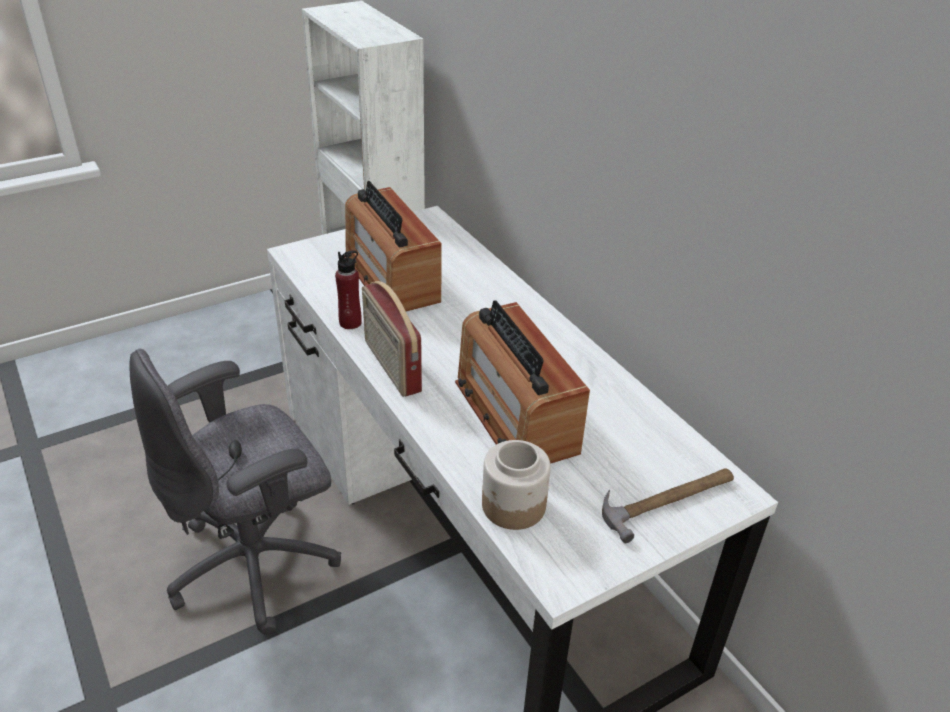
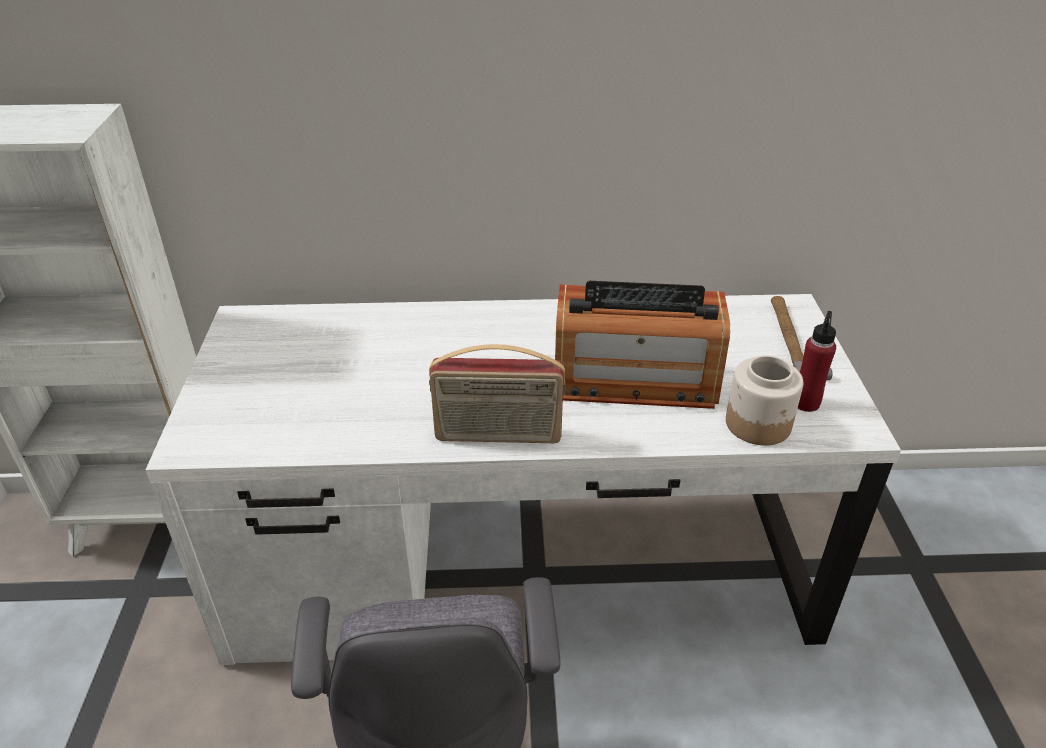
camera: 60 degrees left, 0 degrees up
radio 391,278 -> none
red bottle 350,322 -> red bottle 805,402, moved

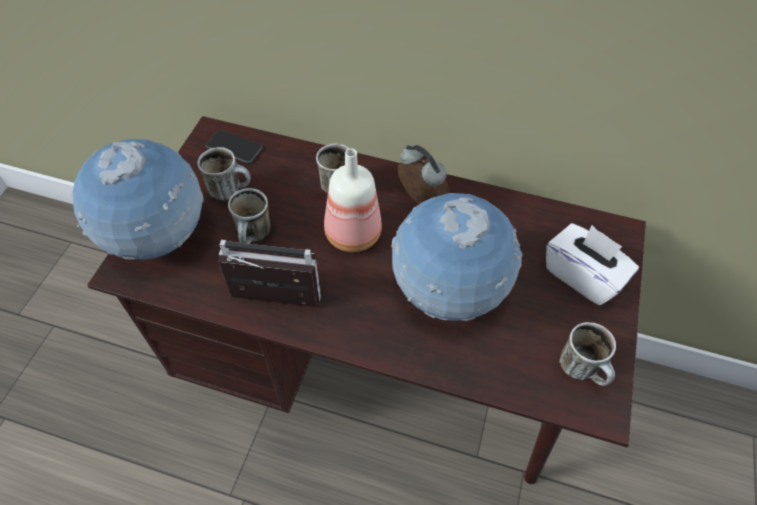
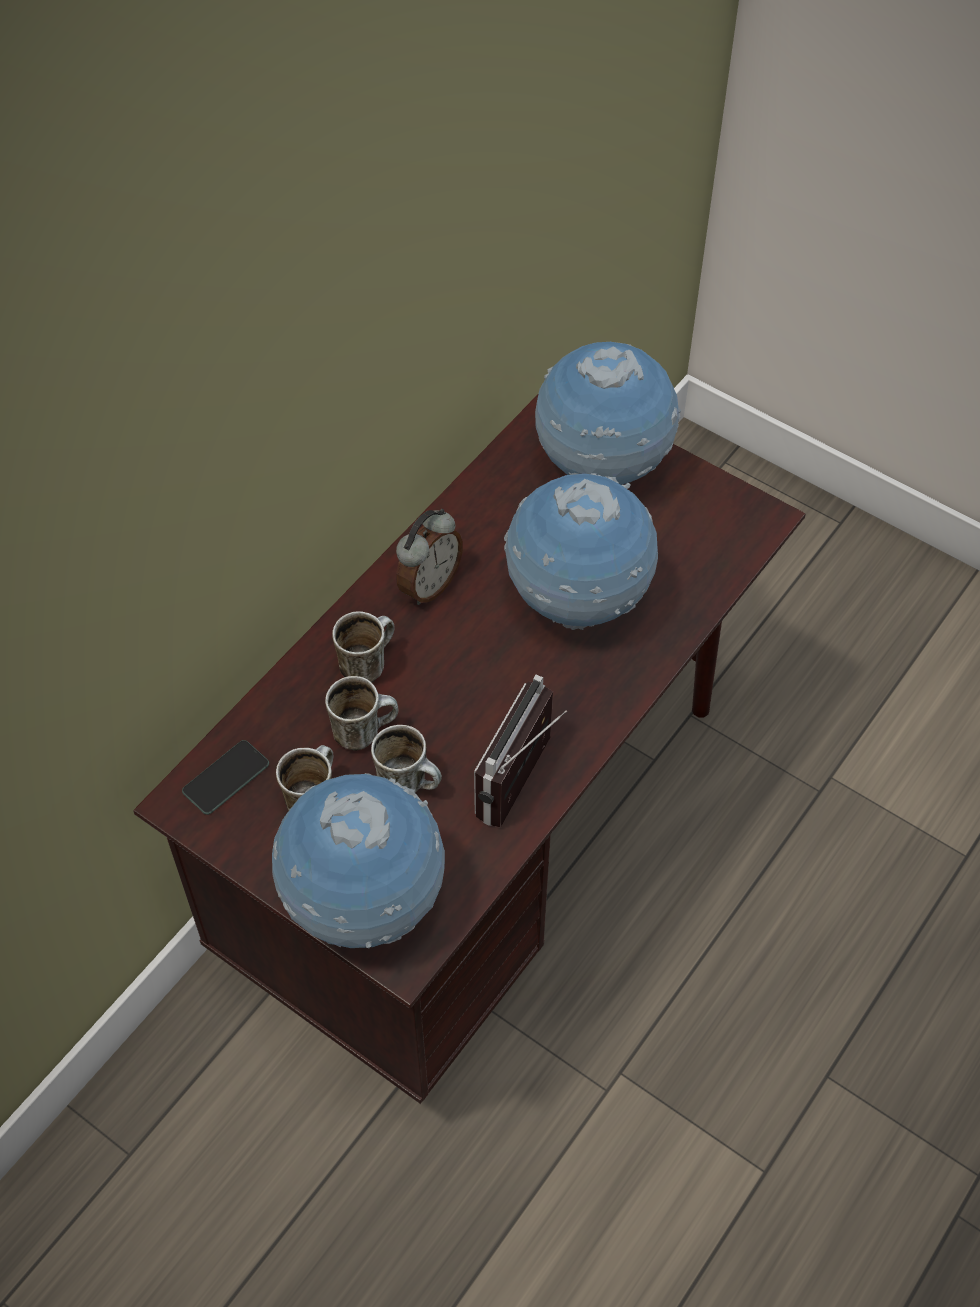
camera: 70 degrees left, 0 degrees up
bottle 352,235 -> none
mug 582,370 -> mug 364,731, moved
white tissue box 582,275 -> globe 602,467
alarm clock 419,201 -> alarm clock 428,585, 150 degrees clockwise

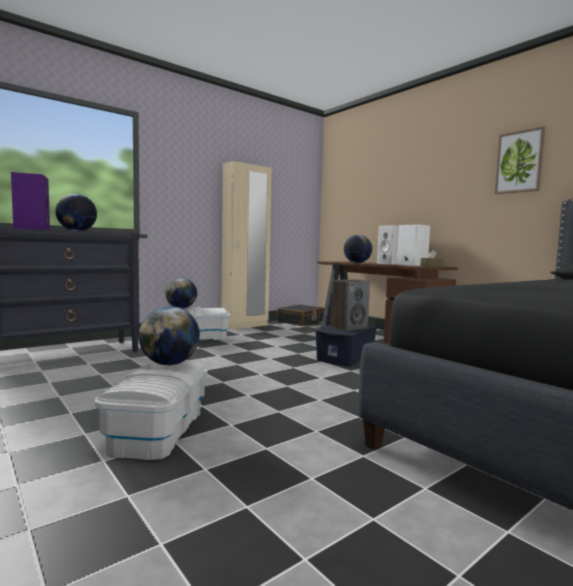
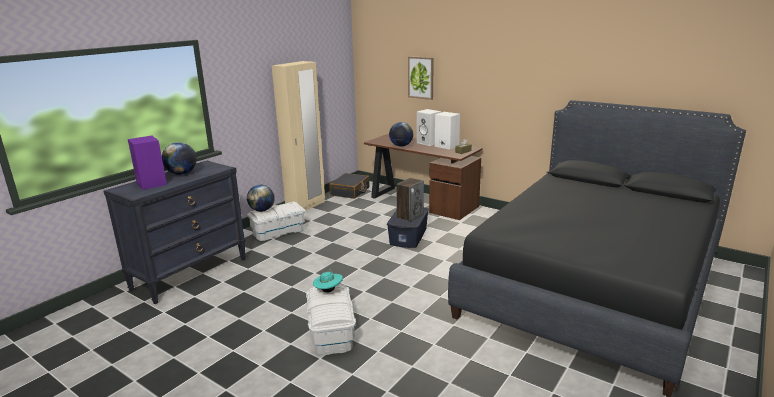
camera: 15 degrees left, 15 degrees up
picture 519,162 -> picture 421,77, moved
globe 170,364 -> turquoise hat 328,290

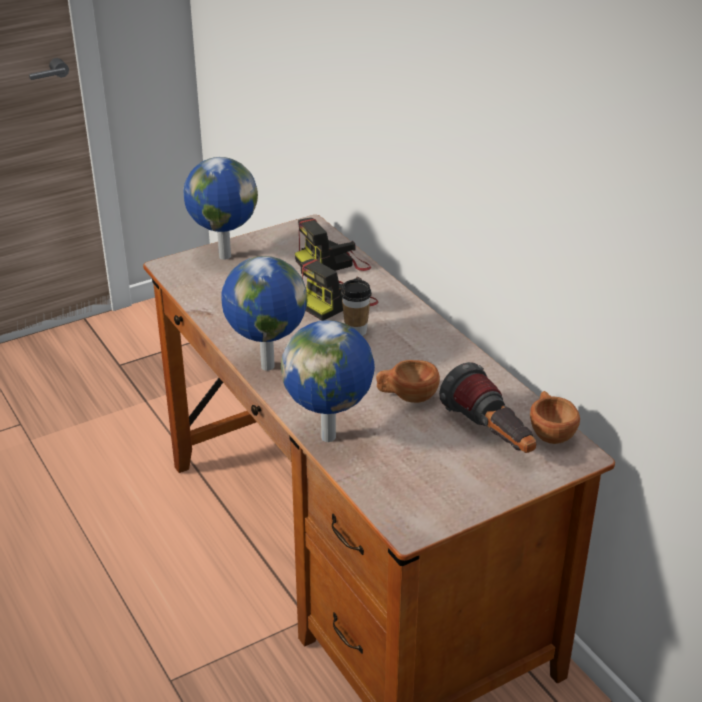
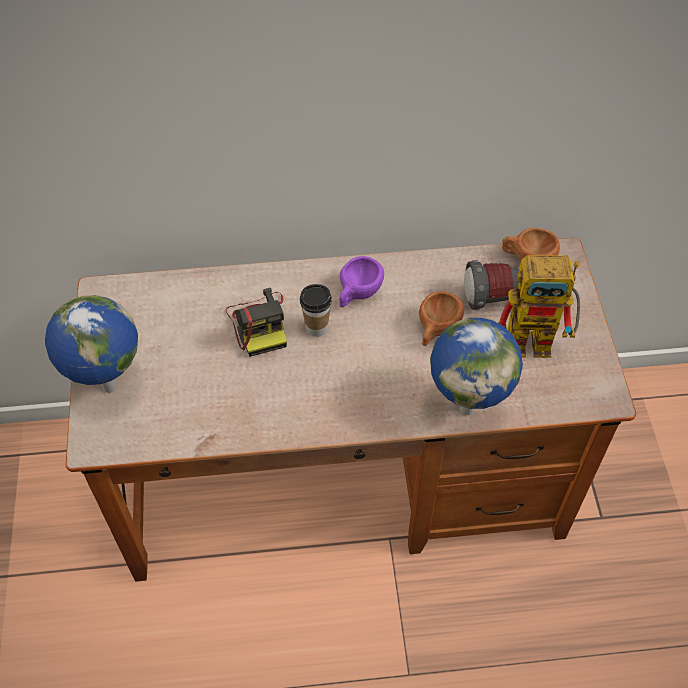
camera: 65 degrees left, 20 degrees up
globe 266,366 -> none
photo camera 332,263 -> none
none -> purple cup 357,294
none -> toy robot 538,340

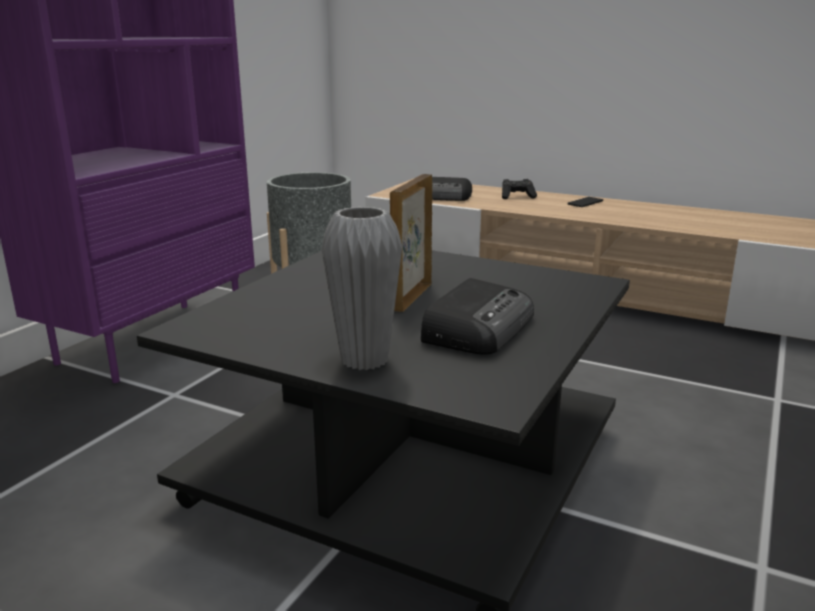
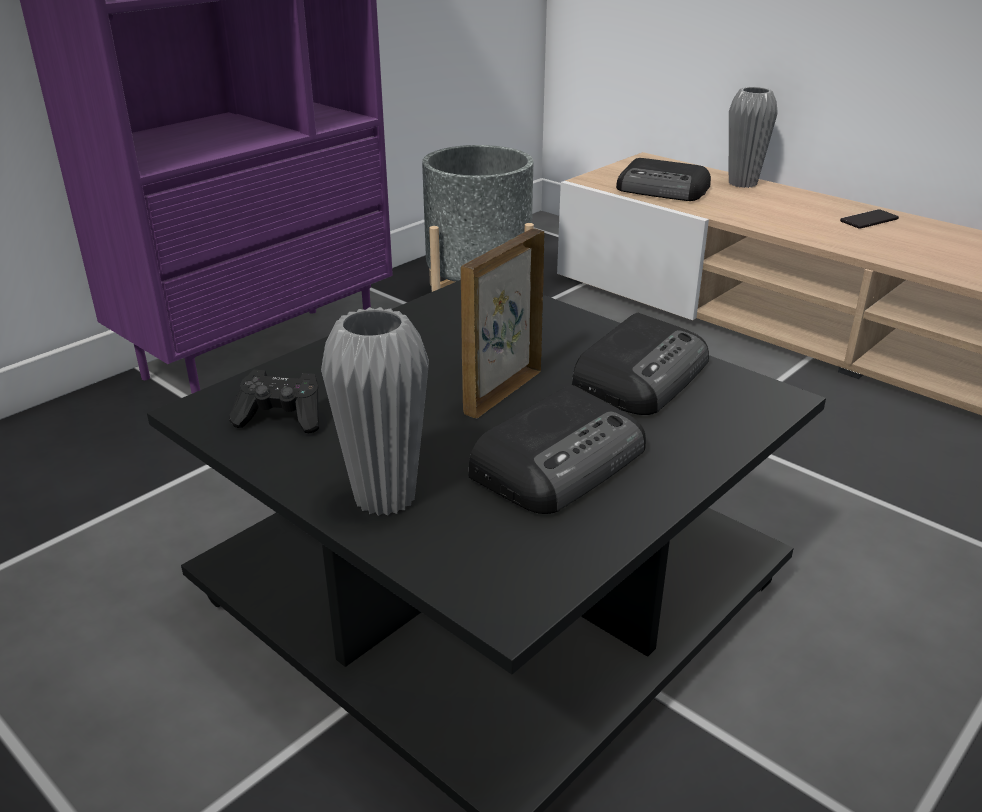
camera: 15 degrees right, 10 degrees up
none -> radio 641,375
none -> grey vase 742,183
black game controller 517,197 -> black game controller 282,418, moved

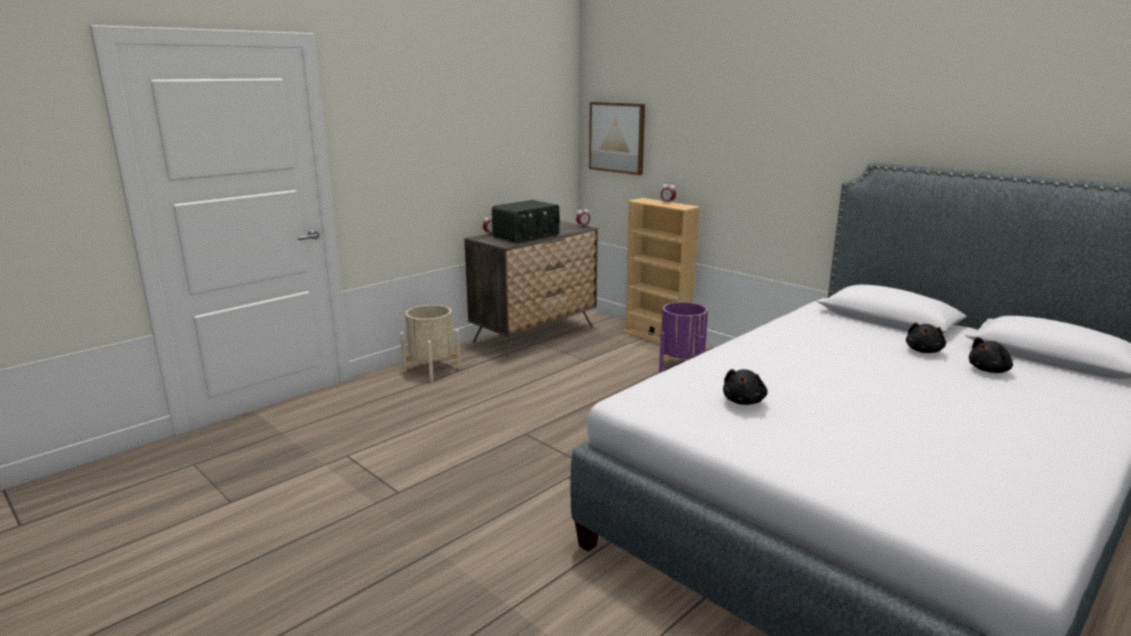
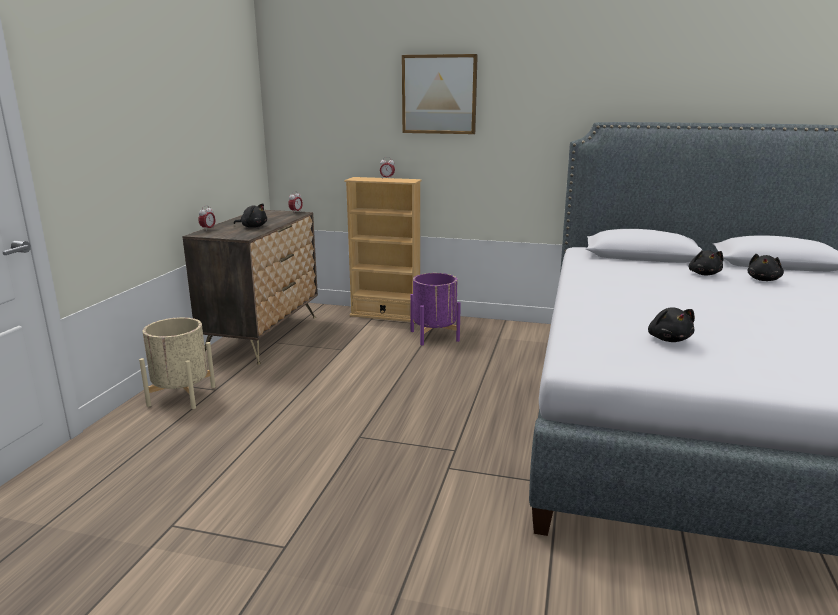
camera: 30 degrees left, 0 degrees up
picture 617,137 -> picture 439,94, moved
radio 526,236 -> black plush toy 253,227

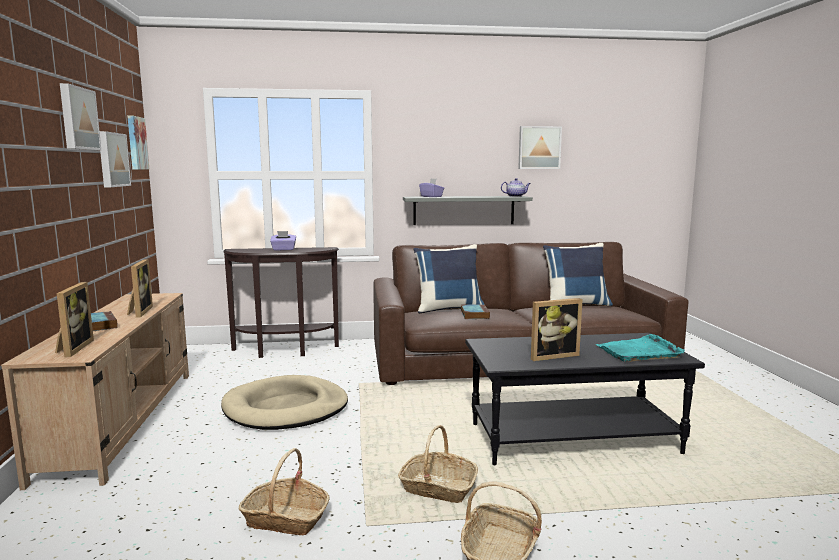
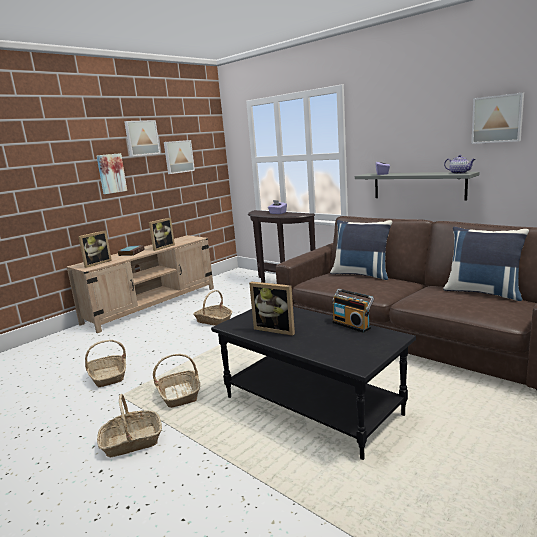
camera: 50 degrees right, 5 degrees up
book 474,314 -> none
turquoise tray 639,352 -> none
none -> radio 352,325
picture 136,143 -> picture 111,173, moved
beige dog bed 286,408 -> basket 214,320

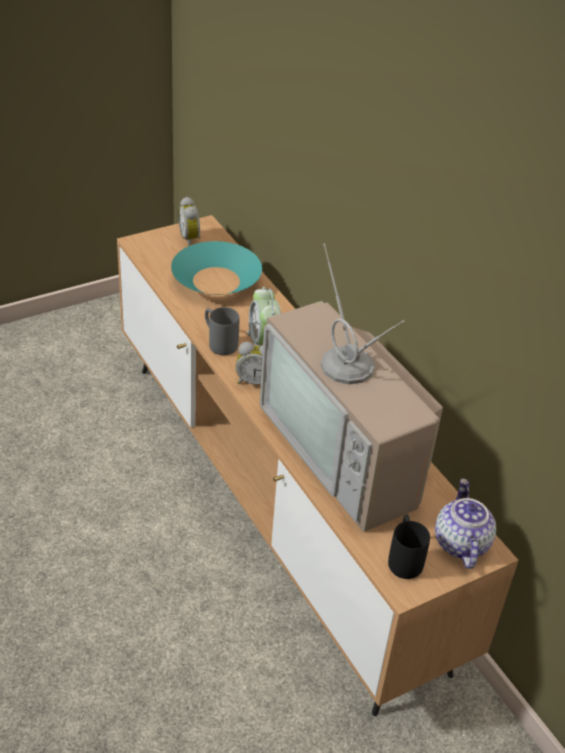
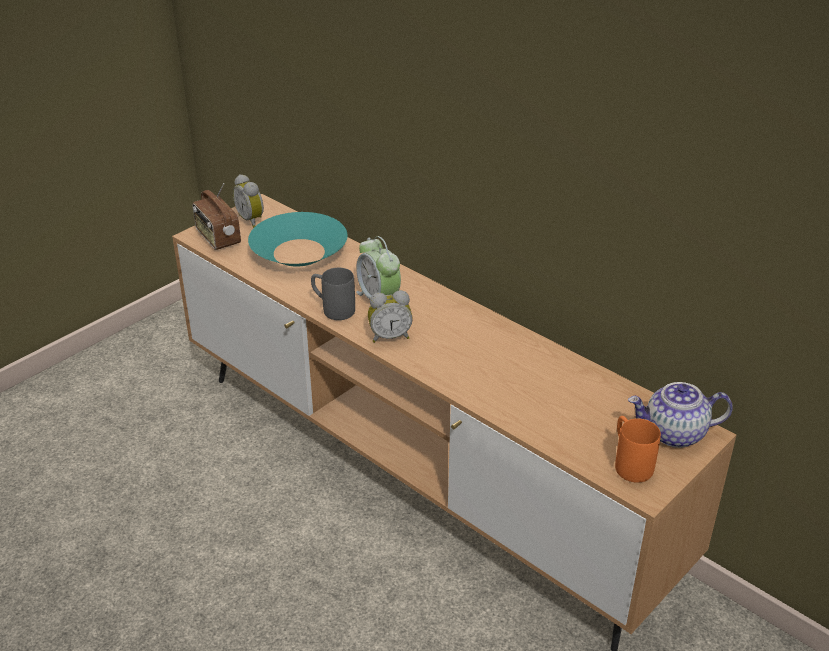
camera: 15 degrees left, 5 degrees down
television 348,451 -> none
none -> radio 217,238
black mug 404,558 -> orange mug 629,463
teapot 460,543 -> teapot 674,434, 75 degrees counterclockwise

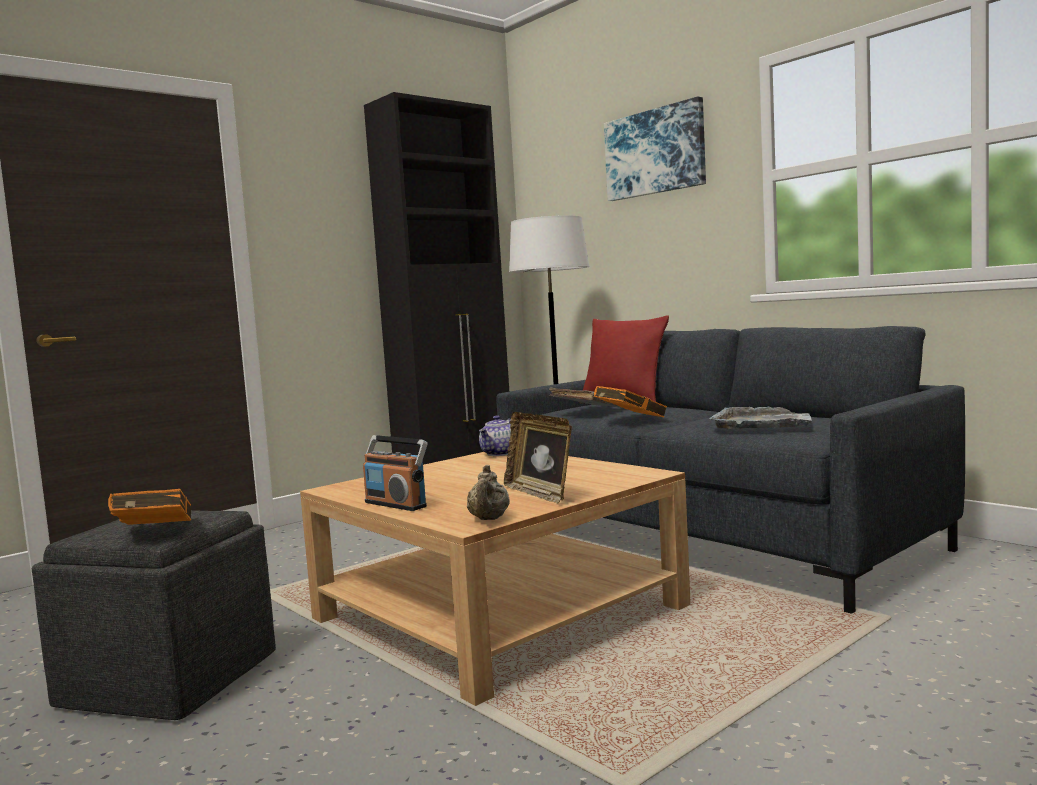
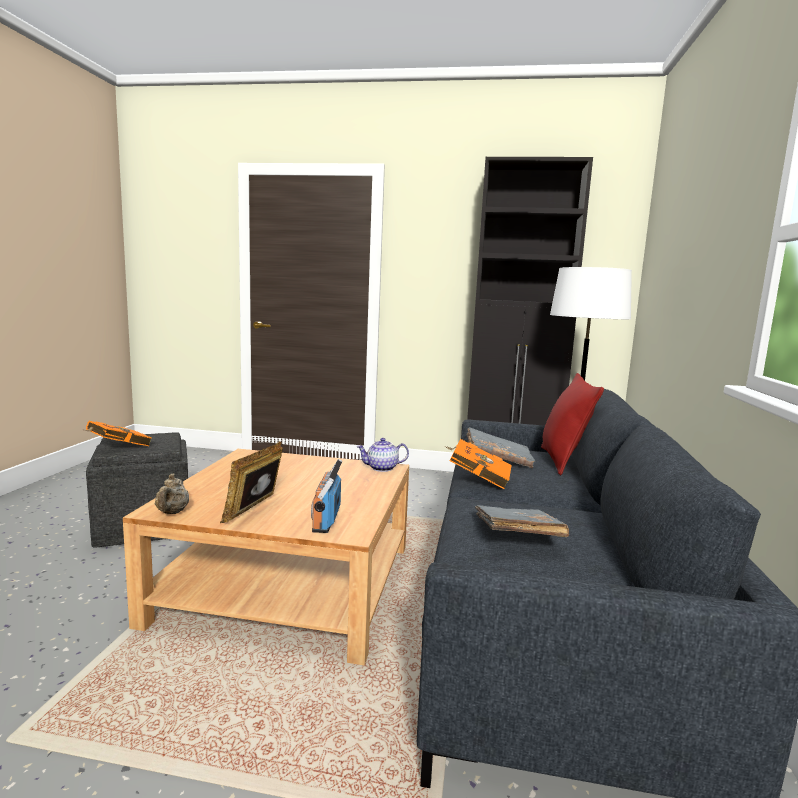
camera: 50 degrees right, 5 degrees up
picture 655,152 -> none
radio 396,504 -> radio 326,520, moved
grey tray 763,423 -> grey book 516,537
beige teapot 489,519 -> beige teapot 172,512, 60 degrees counterclockwise

